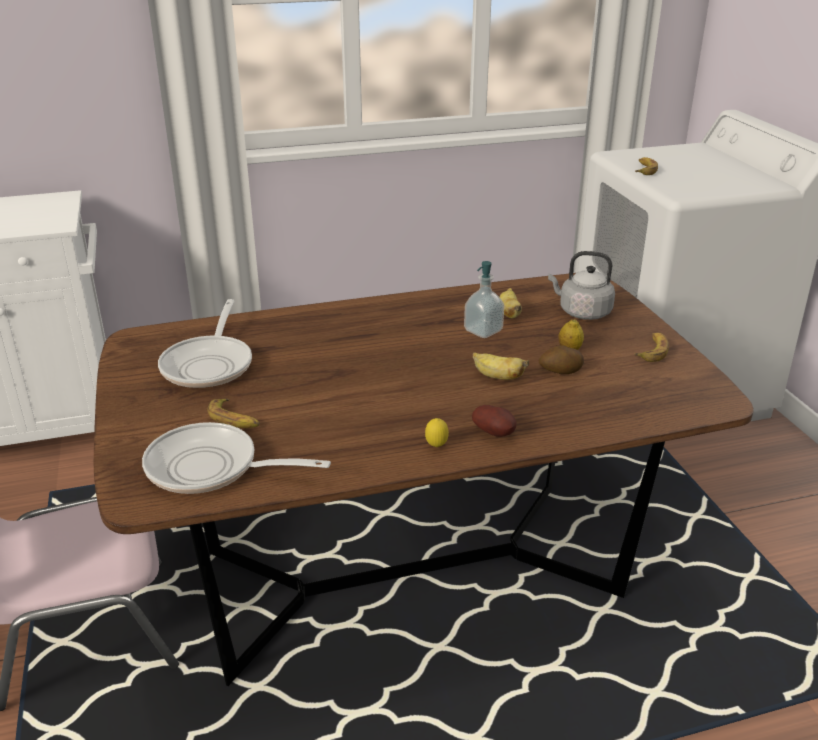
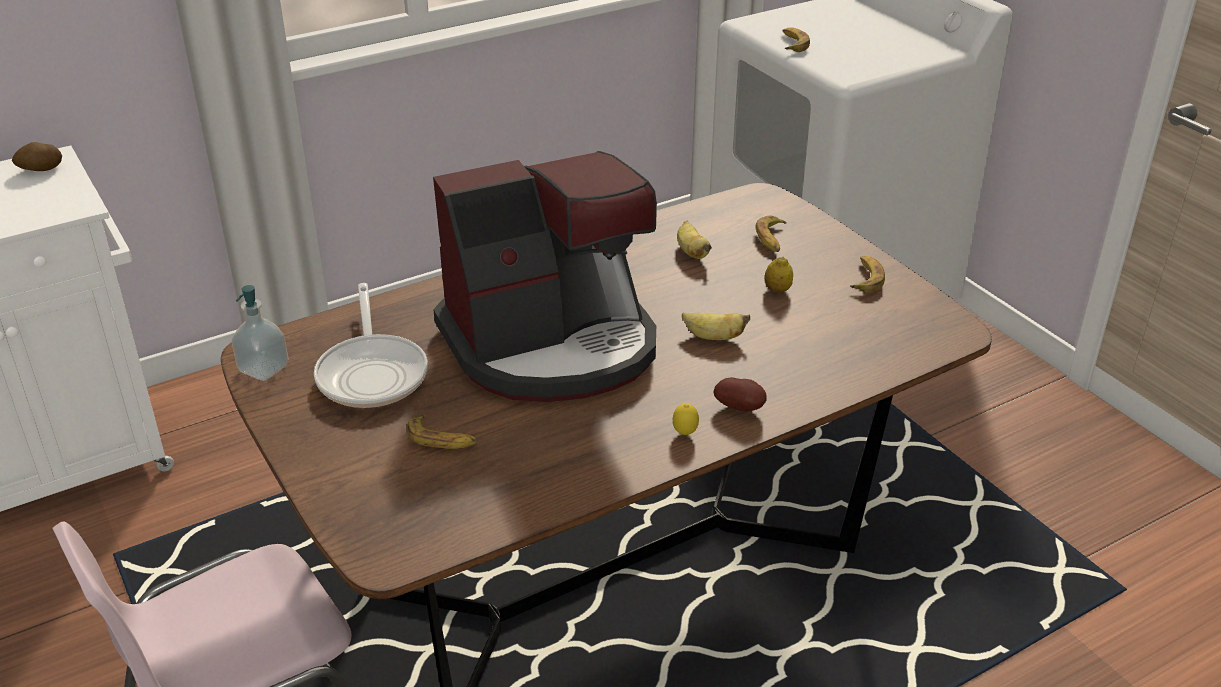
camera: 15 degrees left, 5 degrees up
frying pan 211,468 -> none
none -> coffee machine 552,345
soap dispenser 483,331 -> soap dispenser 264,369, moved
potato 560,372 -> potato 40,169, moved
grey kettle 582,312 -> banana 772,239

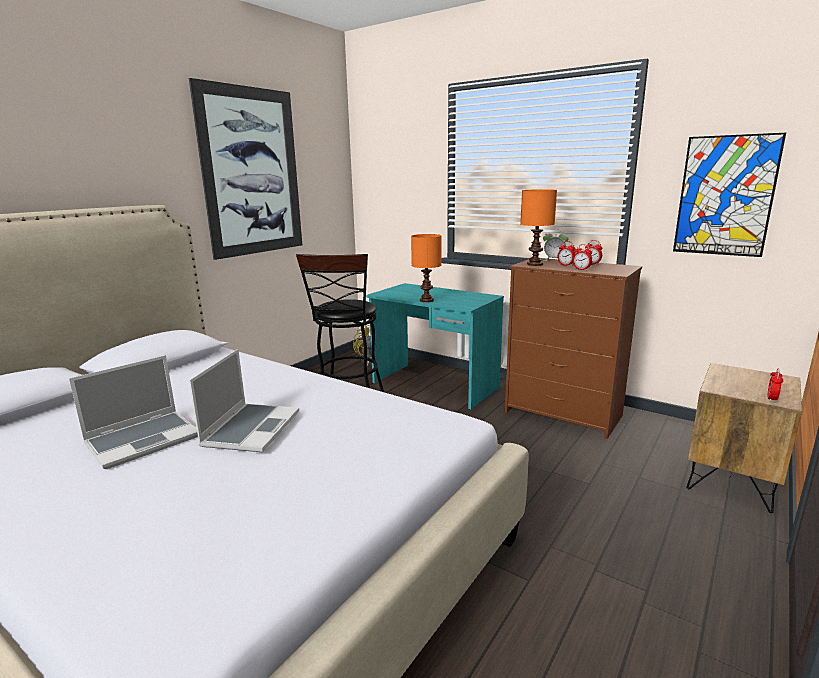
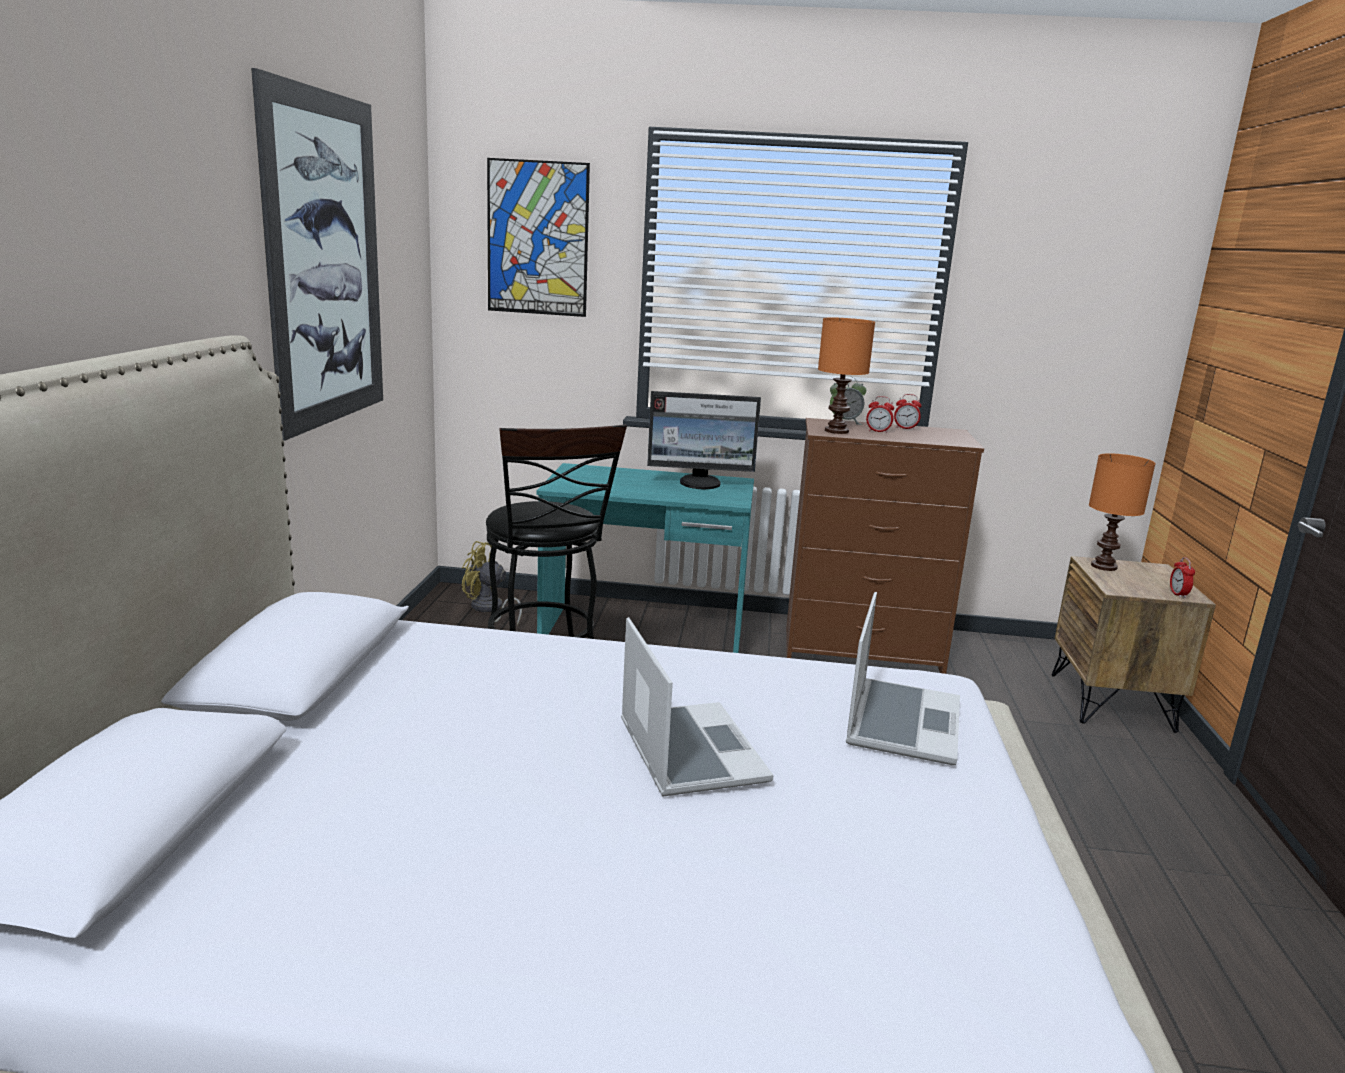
camera: 30 degrees left, 0 degrees up
alarm clock 581,269 -> none
none -> monitor 700,483
laptop 144,439 -> laptop 901,722, moved
orange table lamp 427,300 -> orange table lamp 1105,566, moved
picture 725,196 -> picture 537,238, moved

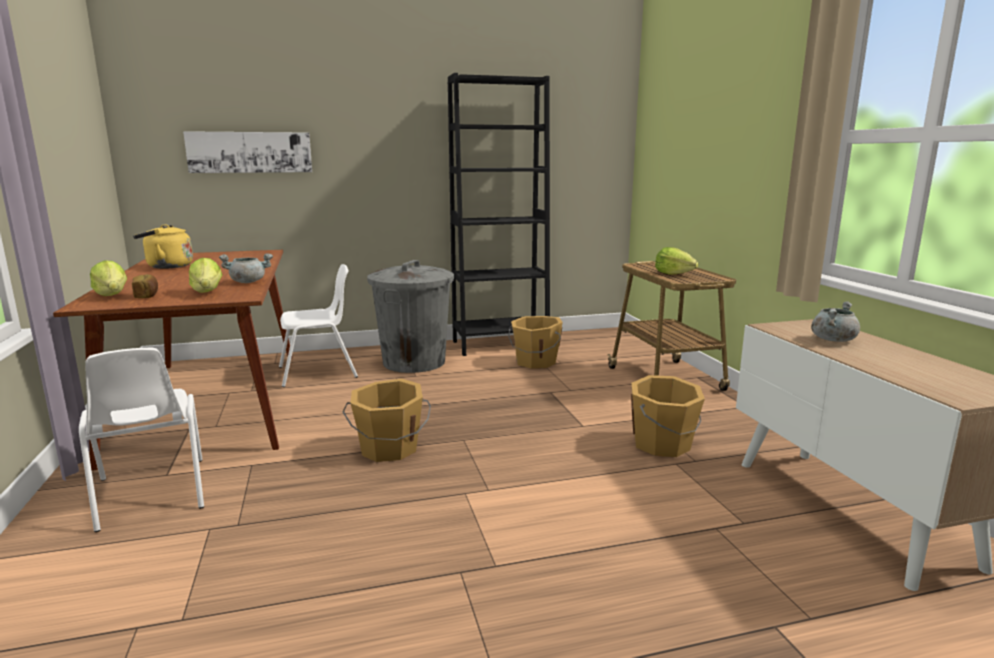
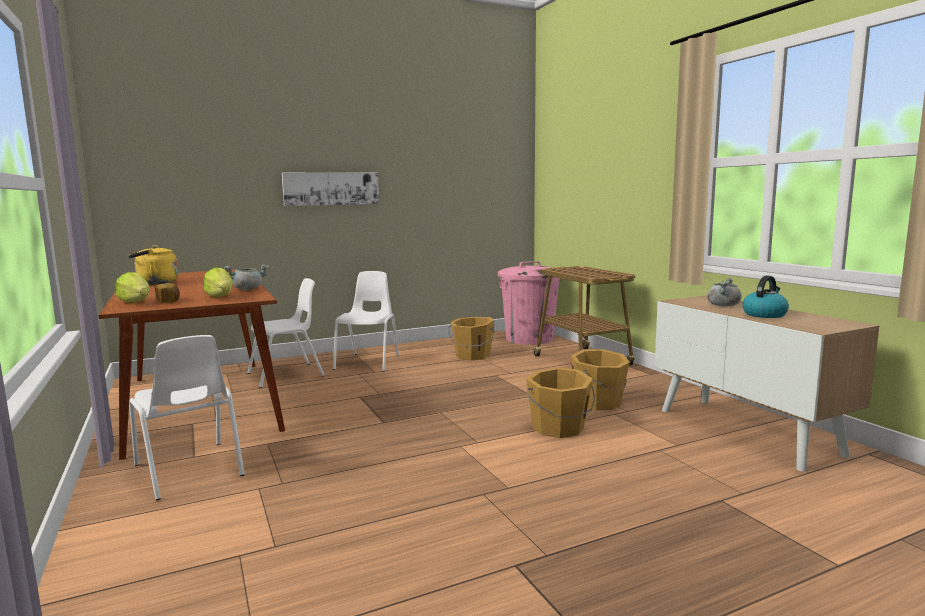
camera: 10 degrees left, 5 degrees down
black bookcase 500,344 -> none
lettuce 673,274 -> none
none -> pink trash can 529,338
none -> kettle 764,314
picture 250,152 -> picture 331,188, moved
orange bucket 389,449 -> orange bucket 558,428, moved
grey trash can 414,362 -> white chair 368,362

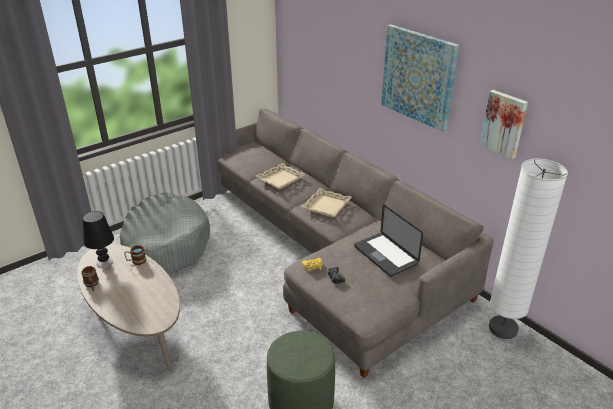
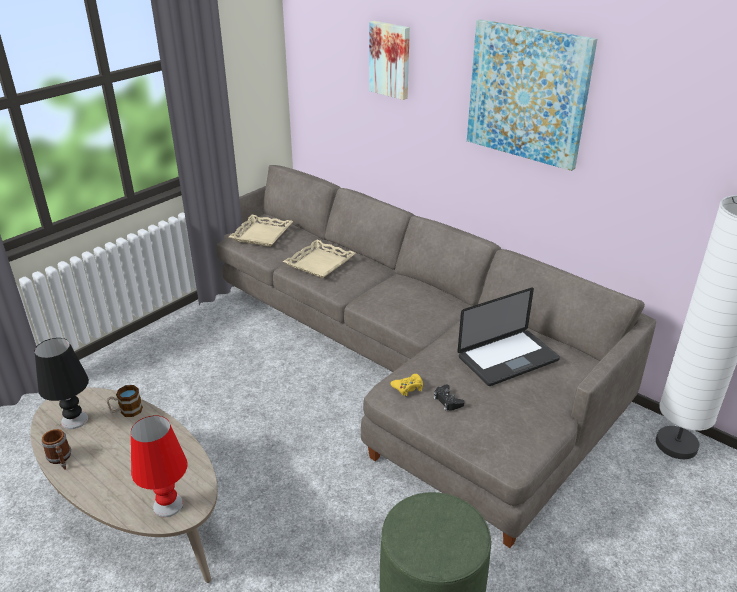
camera: 10 degrees left, 0 degrees up
grey dog bed 166,245 -> none
none -> red table lamp 168,505
beige tray 326,206 -> beige tray 261,234, moved
picture 504,123 -> picture 390,59, moved
laptop 385,255 -> laptop 508,358, 75 degrees counterclockwise

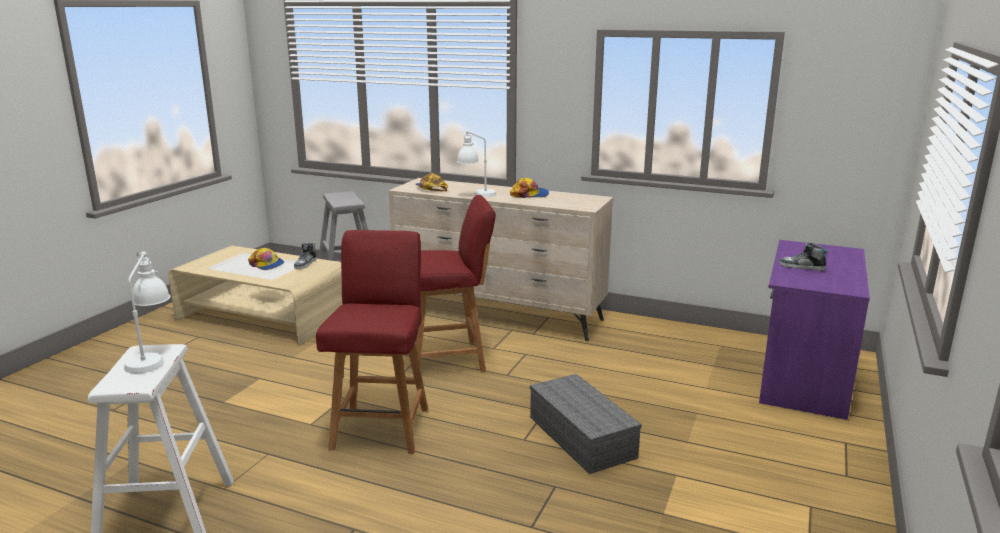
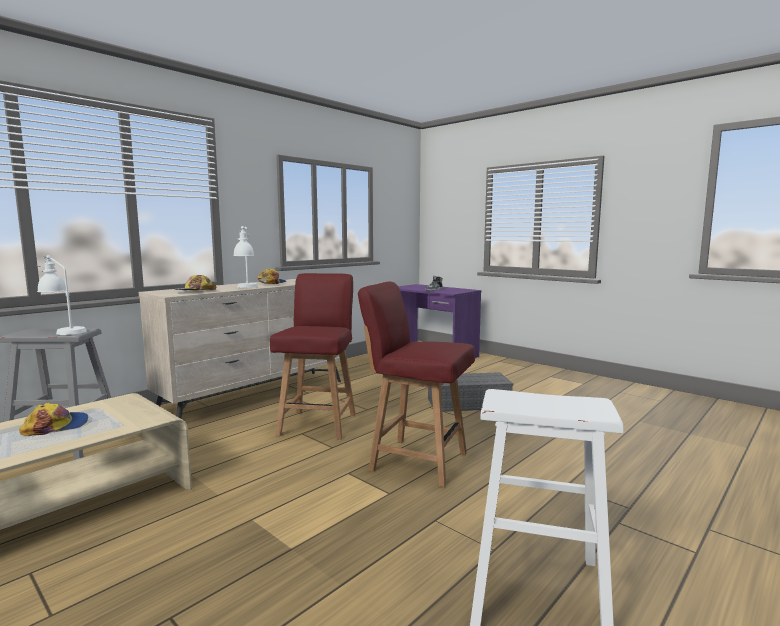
camera: 70 degrees left, 10 degrees down
shoe 305,264 -> none
white table lamp 151,357 -> white table lamp 63,331, moved

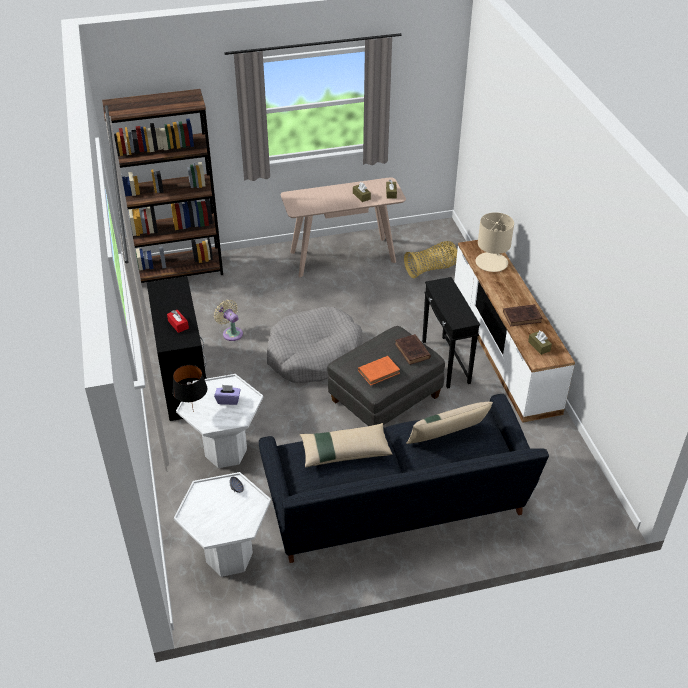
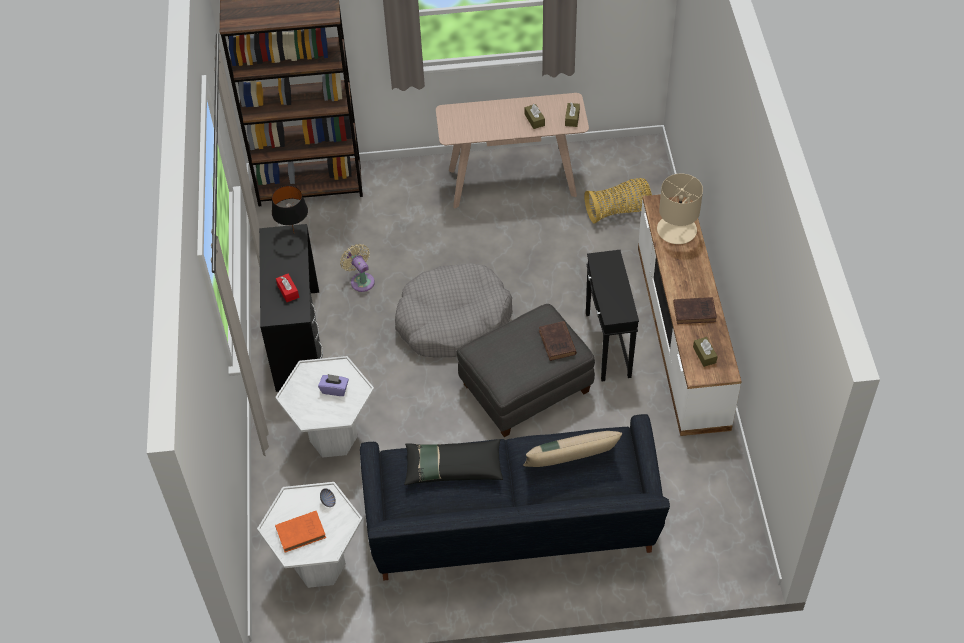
camera: 10 degrees right, 10 degrees up
black table lamp 193,411 -> black table lamp 294,233, moved
orange book 379,372 -> orange book 302,532, moved
beige pillow 344,450 -> black pillow 453,467

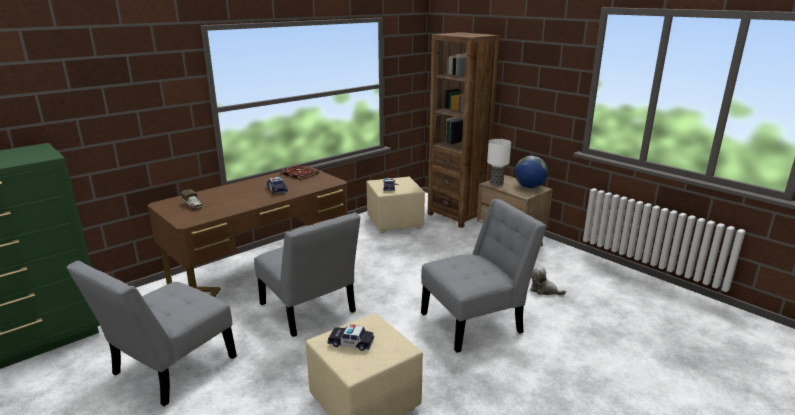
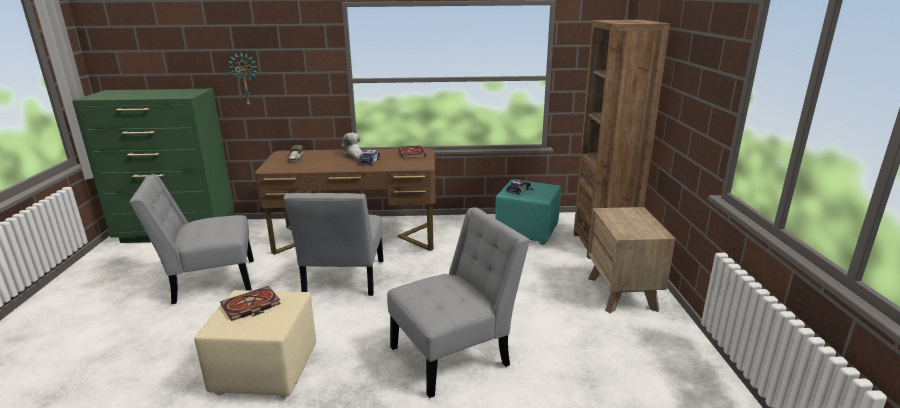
camera: 40 degrees right, 0 degrees up
table lamp 496,184 -> none
globe 529,187 -> none
none -> wall clock 245,79
plush toy 544,290 -> plush toy 353,156, moved
toy car 351,342 -> book 250,306
beige ottoman 394,223 -> turquoise ottoman 526,232
grey chair 476,321 -> grey chair 455,354, 45 degrees counterclockwise

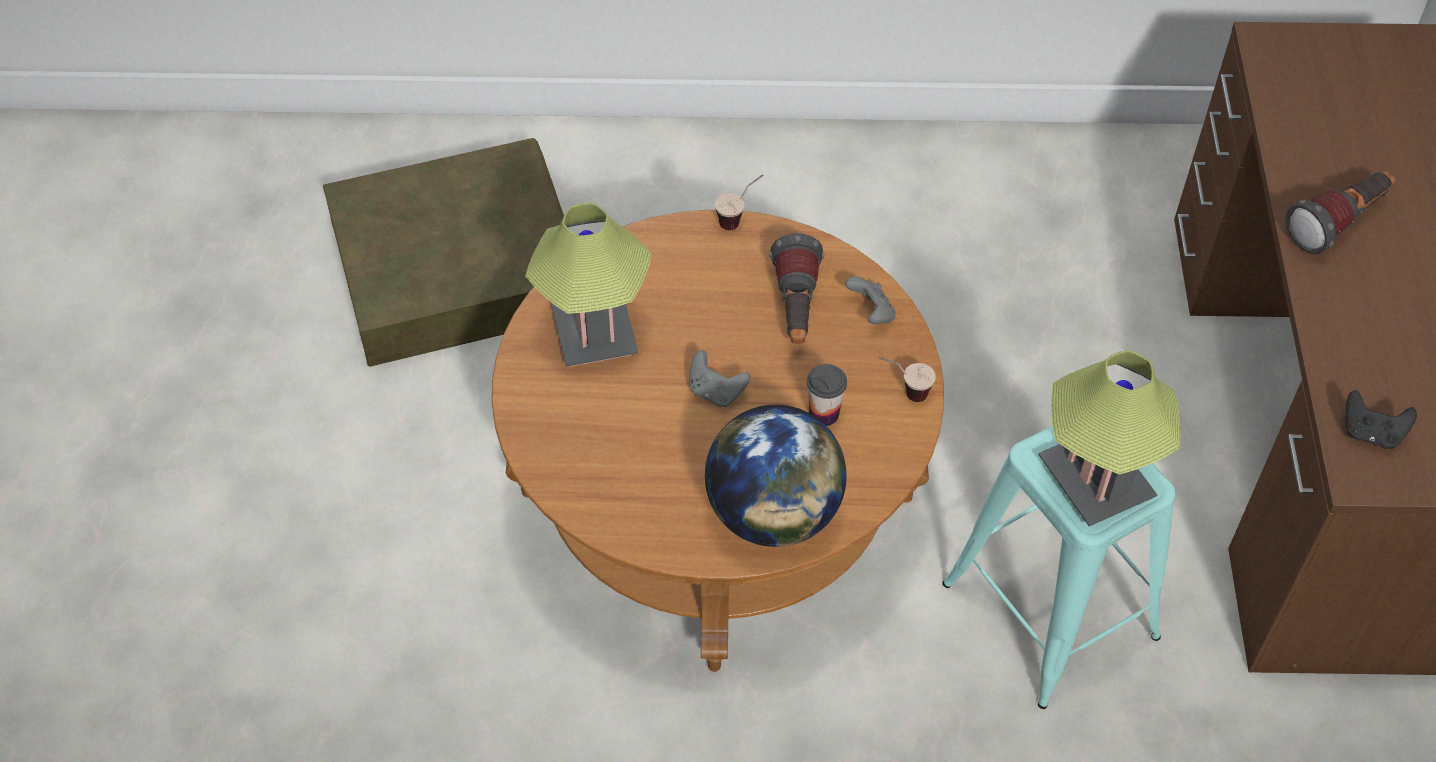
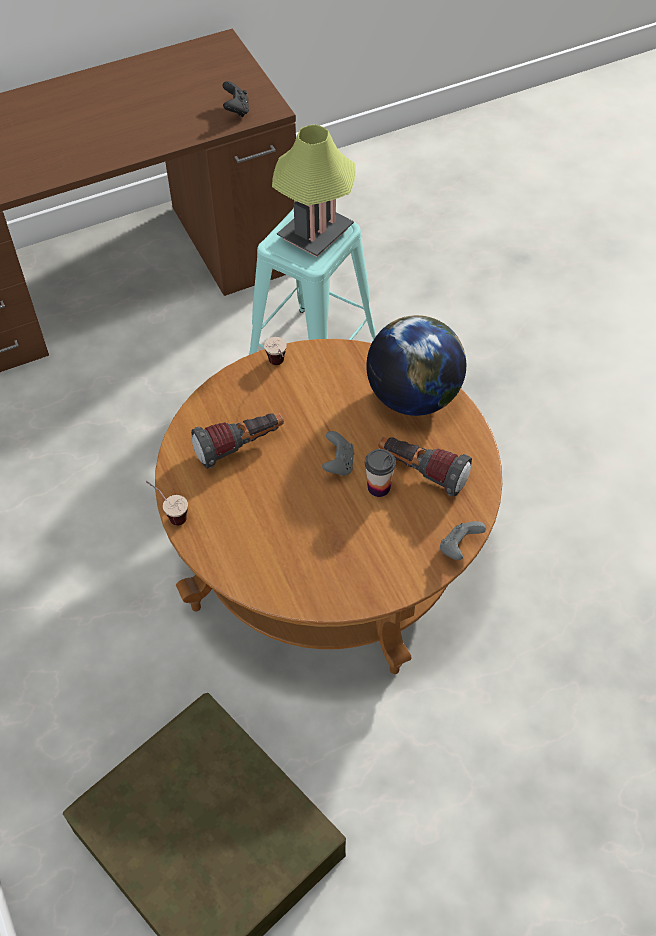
camera: 115 degrees left, 0 degrees up
table lamp 594,332 -> none
cup 824,414 -> cup 378,487, moved
grey game controller 871,313 -> grey game controller 459,547, moved
flashlight 1338,223 -> flashlight 421,473, moved

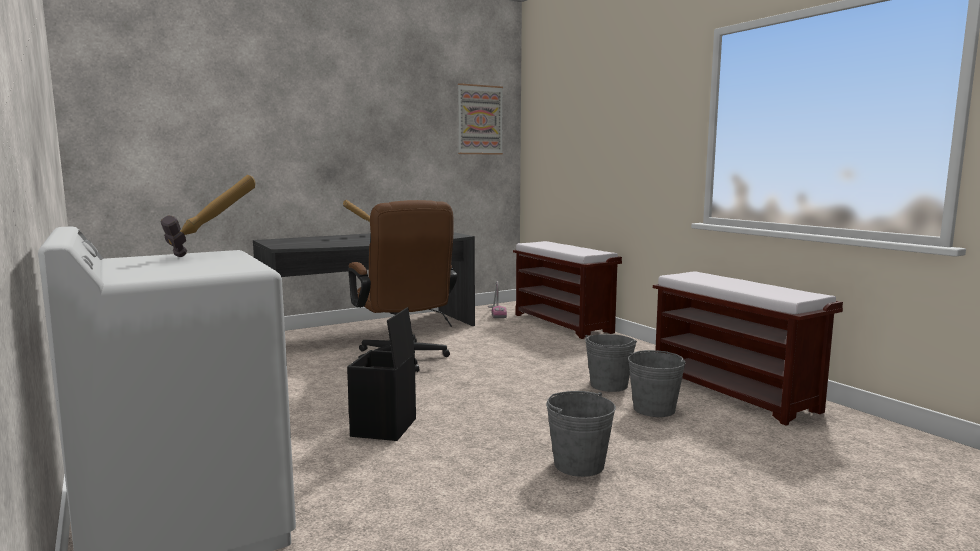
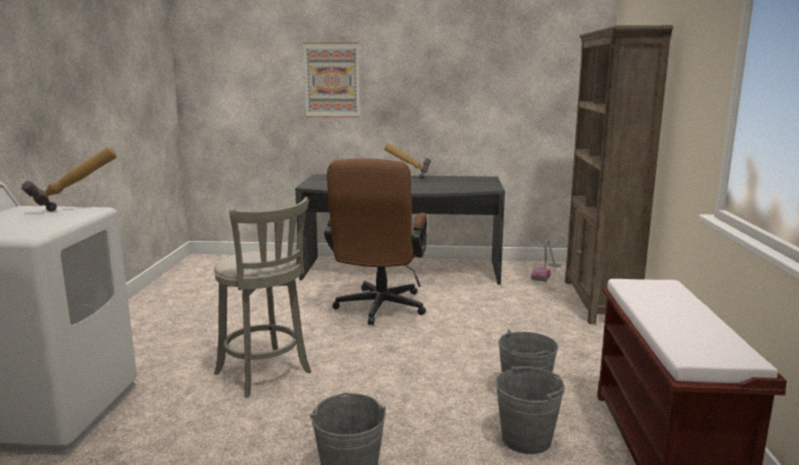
camera: 35 degrees right, 5 degrees up
picture 480,120 -> picture 332,80, moved
black storage box 384,428 -> grey stool 265,375
brown bench 563,323 -> brown bookcase 598,301

